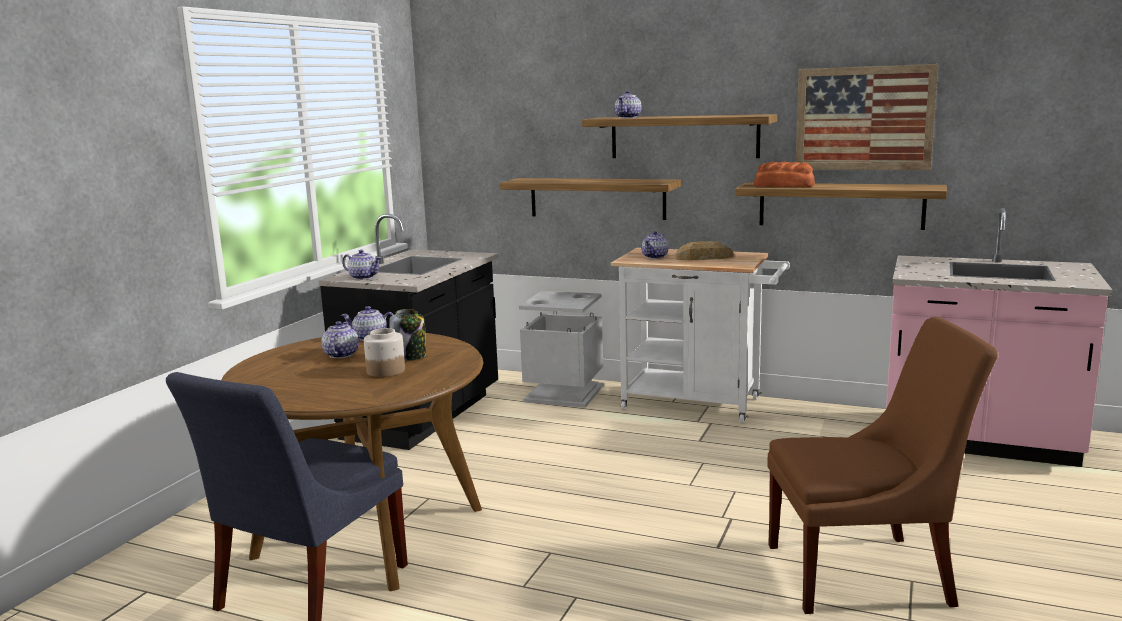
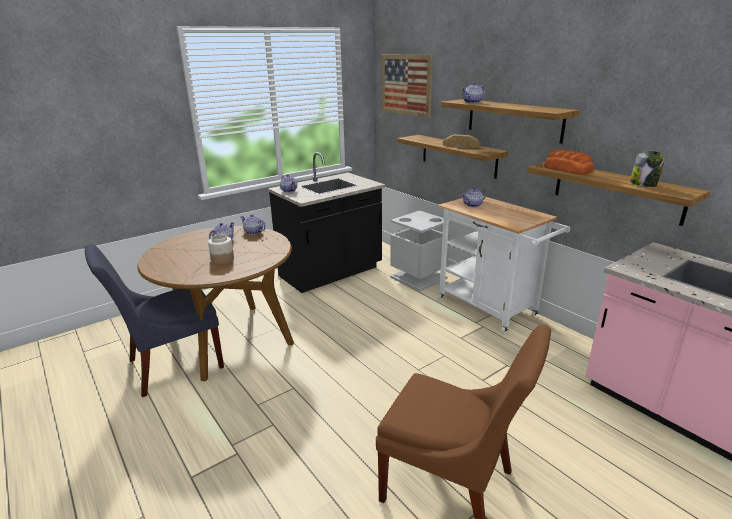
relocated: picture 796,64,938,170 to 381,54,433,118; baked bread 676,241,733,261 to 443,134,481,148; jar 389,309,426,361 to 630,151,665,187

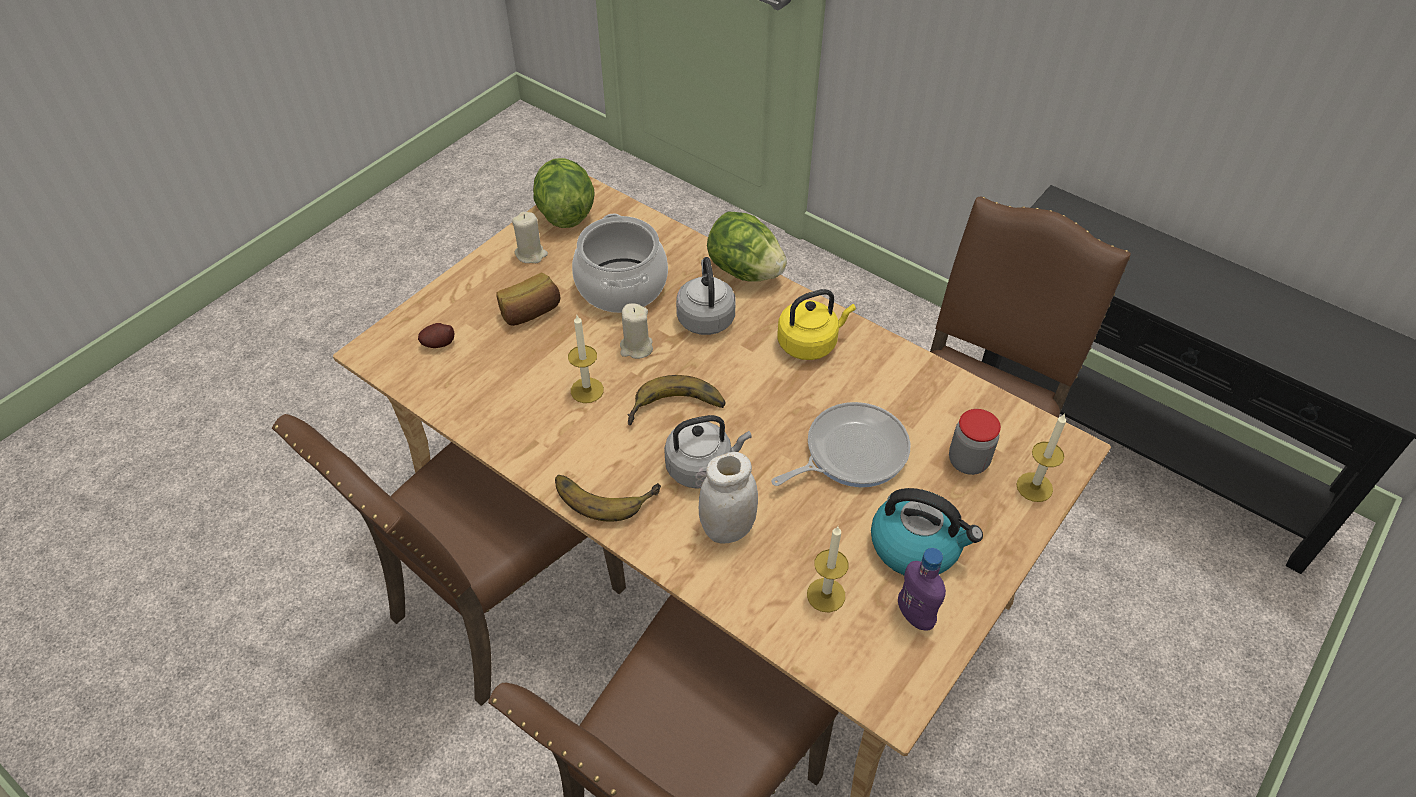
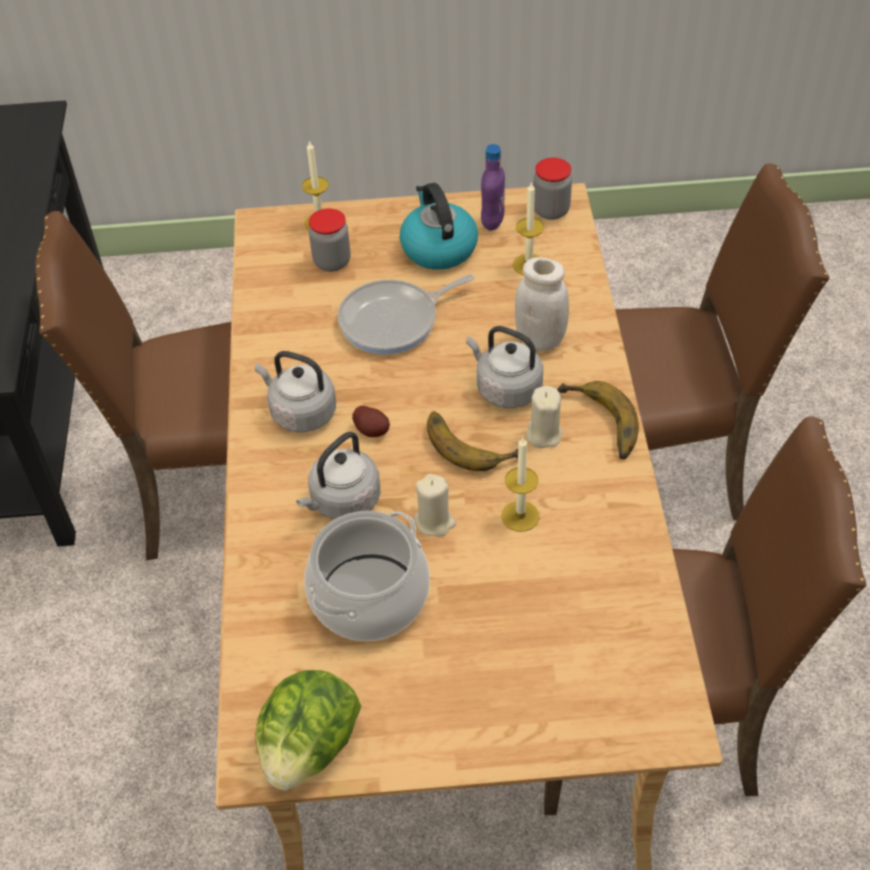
missing: lettuce 707,211,787,282; baked bread 496,273,560,326
appeared: jar 534,158,572,220
relocated: wax light (sand-coloured) 512,212,548,263 to 526,386,562,448; spud 418,323,454,348 to 352,406,390,437
colour: tea kettle (yellow-coloured) 777,289,856,360 to tea kettle (greyish) 255,351,336,432
spun: pan 771,402,910,488 = 338,274,474,355 45 degrees counterclockwise

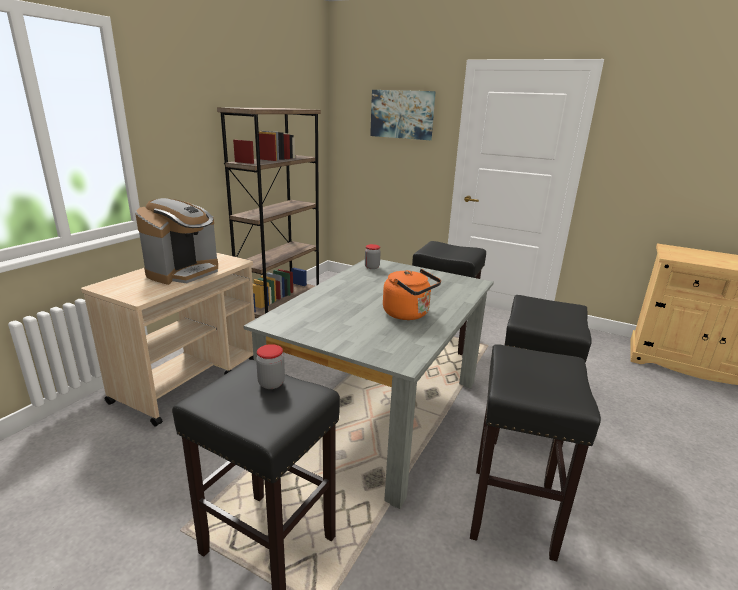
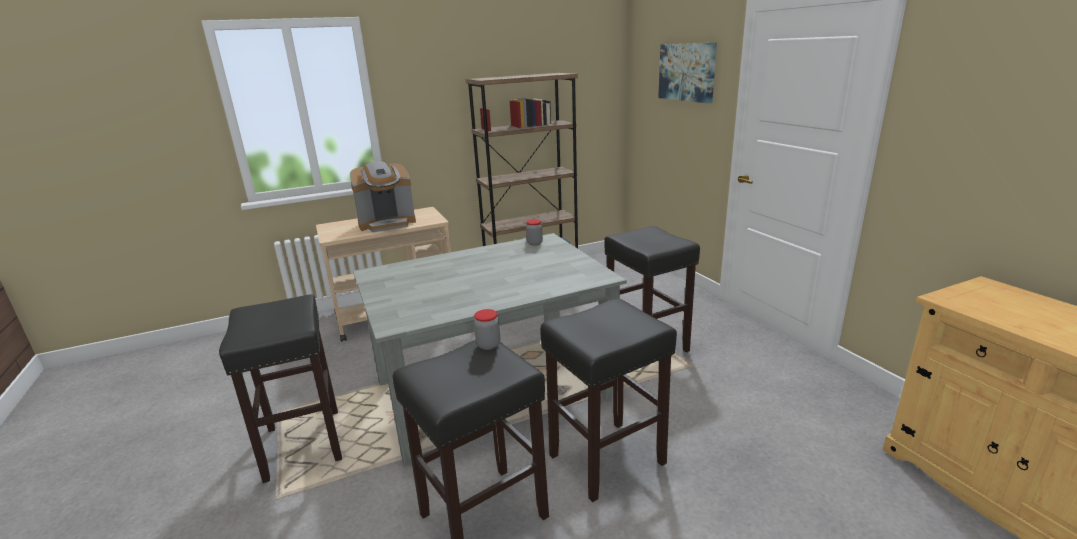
missing: tea kettle (orange-coloured) 383,269,441,320
relocated: jar 256,344,285,389 to 474,309,500,350

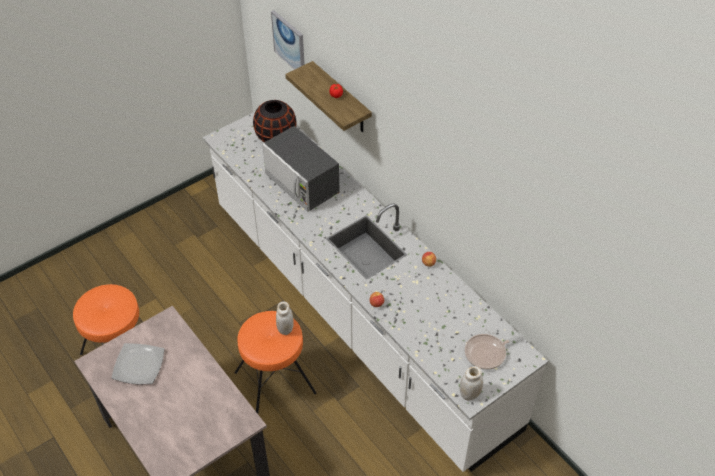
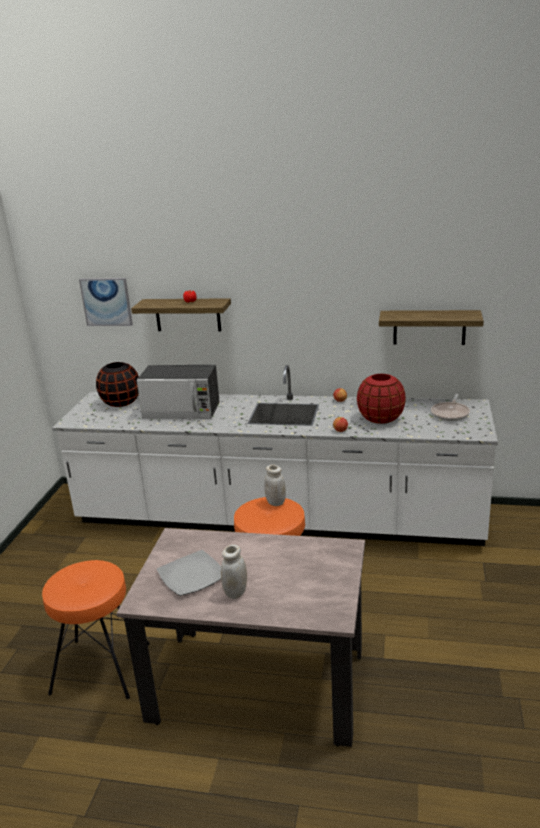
appeared: shelf 379,310,484,345; decorative vase (red-coloured) 357,374,406,424
relocated: jar (whitish) 460,366,483,400 to 221,544,247,599

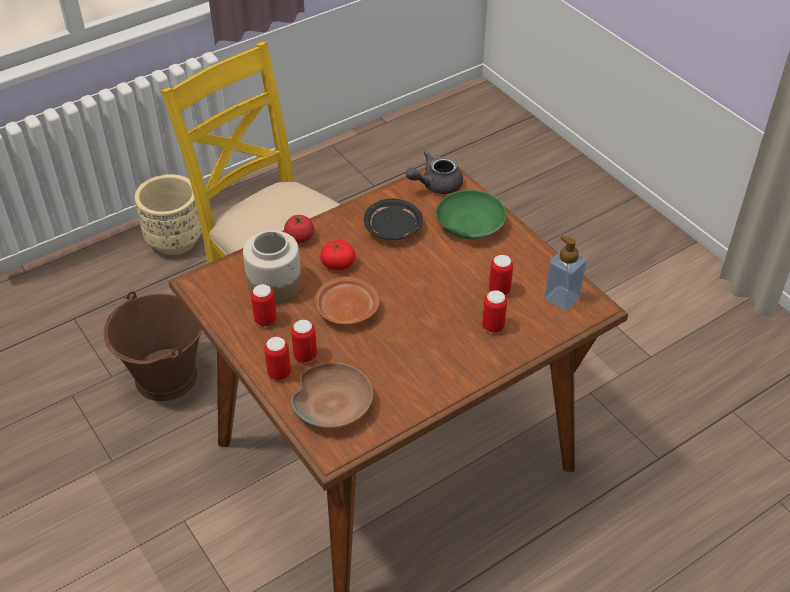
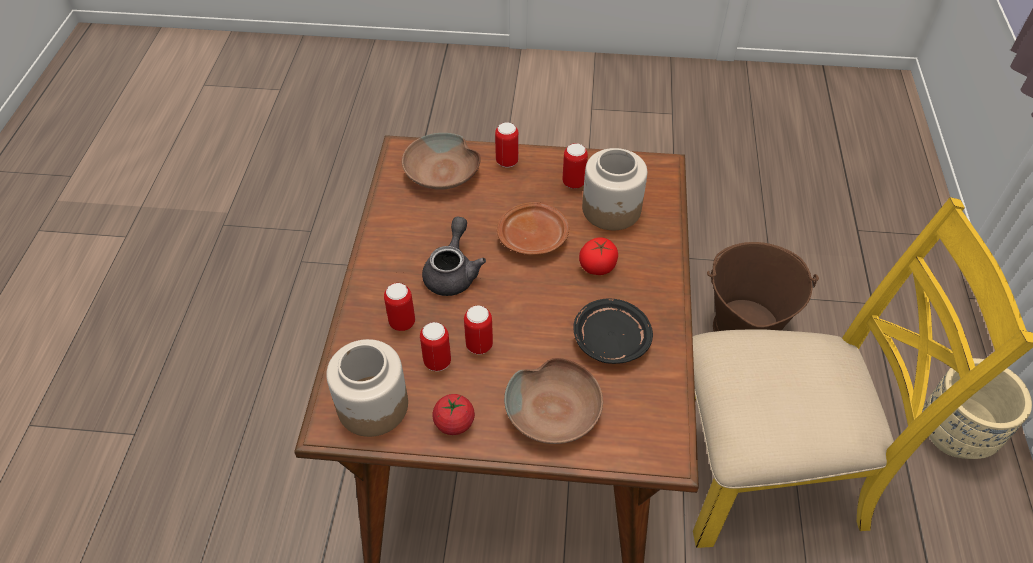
relocated: tea pot (greyish) 406,151,463,194 to 422,217,486,296; fresh tomato 284,215,314,243 to 433,394,475,435; can 291,320,317,363 to 464,305,493,355
exchanged: liquid soap bottle 544,235,587,311 to jar 326,339,408,437
colour: bowl (green) 436,190,506,240 to bowl (brown-coloured) 504,358,603,444

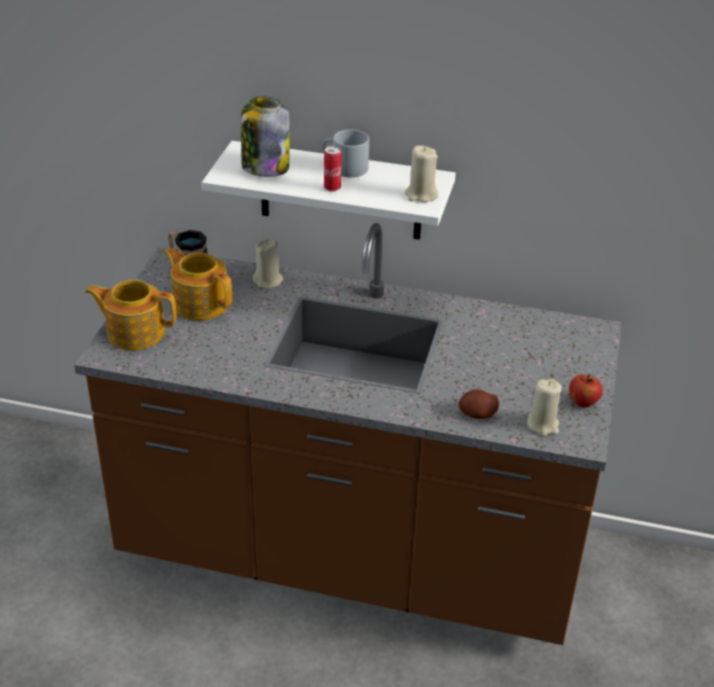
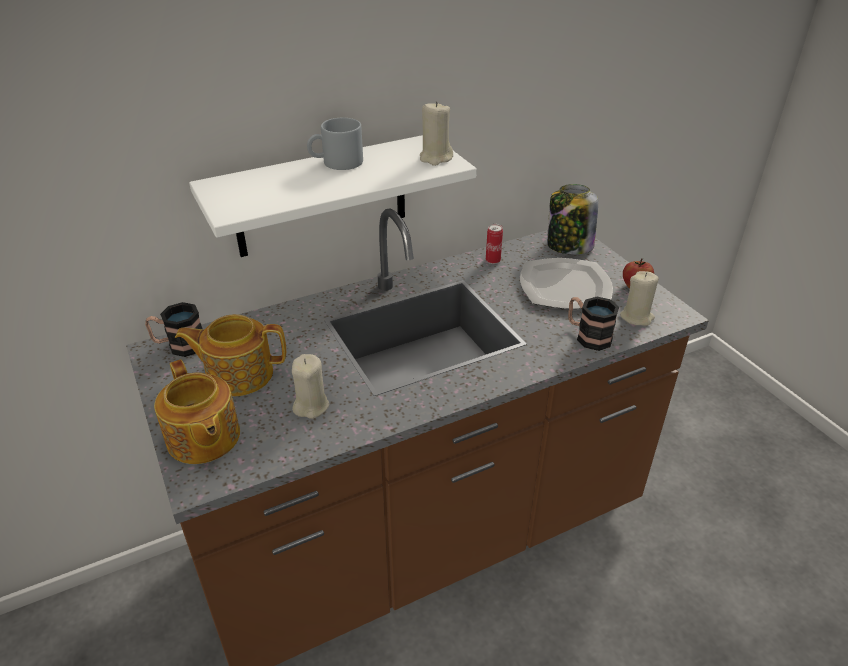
appeared: plate 520,258,613,309
relocated: jar 241,96,290,177 to 547,184,598,254; can 324,146,341,192 to 486,224,503,264; wax light (sand-coloured) 253,238,283,288 to 292,354,330,419
exchanged: spud 458,389,499,419 to mug 568,297,619,351
spun: tea pot 85,280,177,350 = 154,359,240,464 90 degrees counterclockwise

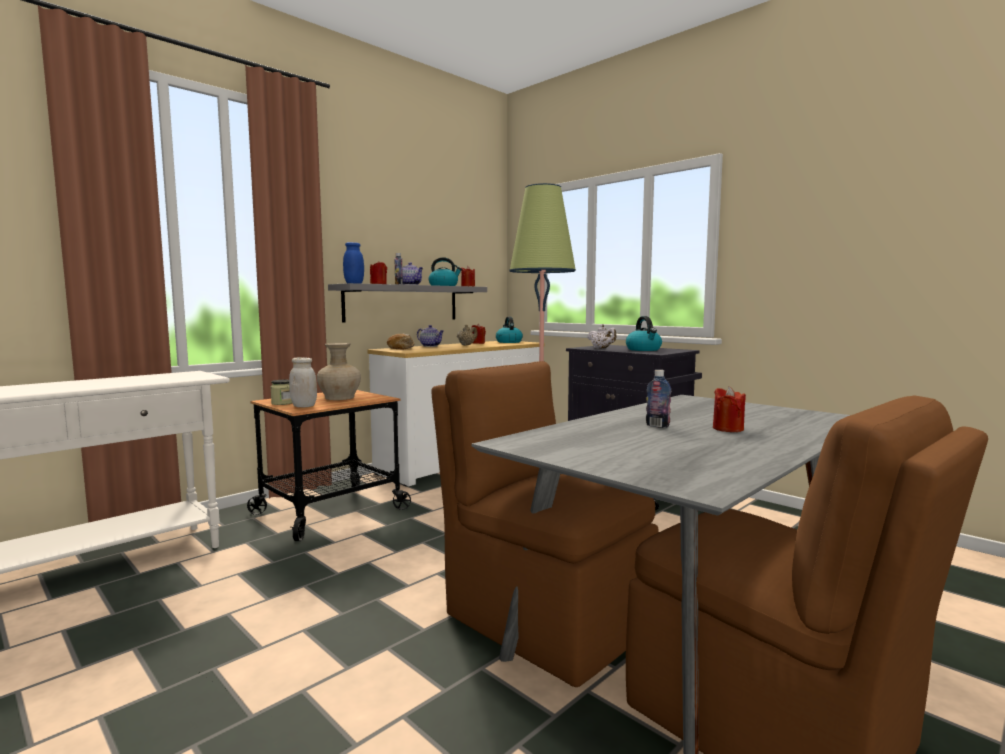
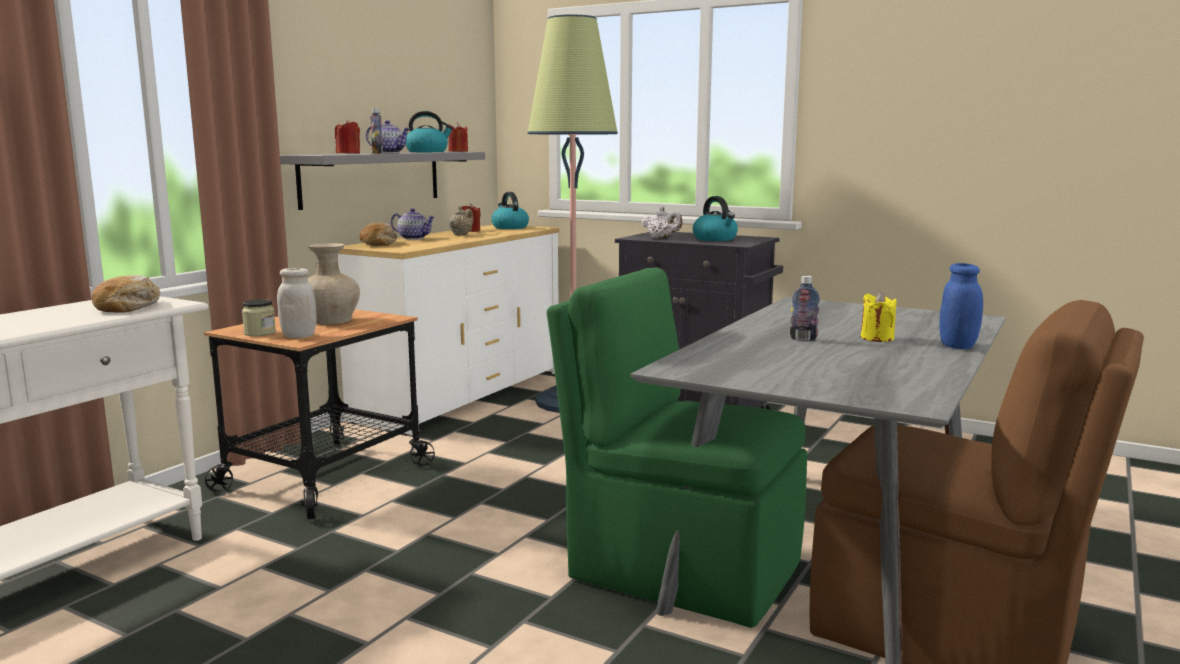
appeared: baked bread 91,275,160,313
relocated: jar (blue) 343,242,364,284 to 939,263,983,349
colour: upright chair (brown-coloured) 431,361,658,687 to upright chair (green) 547,268,807,628; wax light (red-coloured) 713,387,746,432 to wax light (yellow-coloured) 861,292,896,342

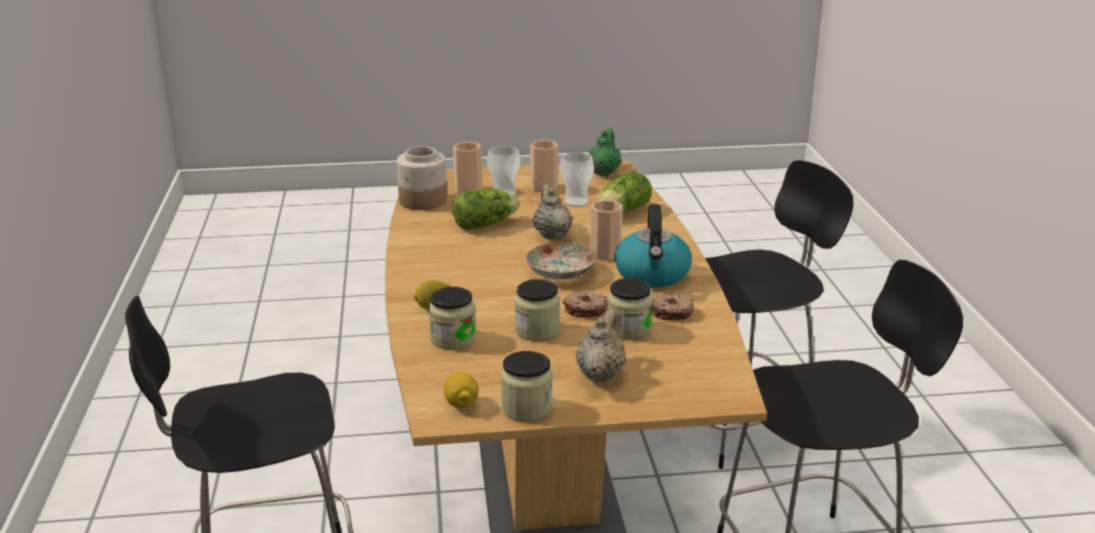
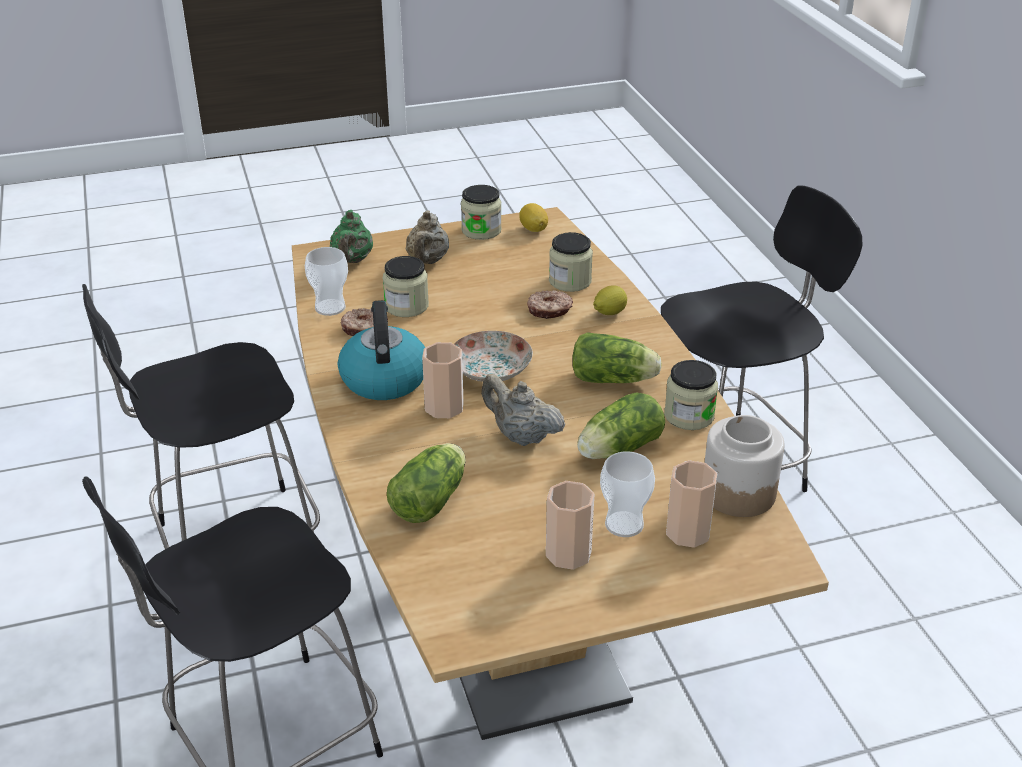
appeared: lettuce 573,332,662,383
relocated: tea pot (green) 589,128,622,176 to 330,210,373,263; small cup 560,153,594,207 to 305,247,348,316; jar 514,279,560,341 to 664,360,718,430; donut 563,291,607,317 to 527,290,573,319
spun: tea pot (sand-coloured) 533,184,573,240 = 481,374,565,446 150 degrees clockwise

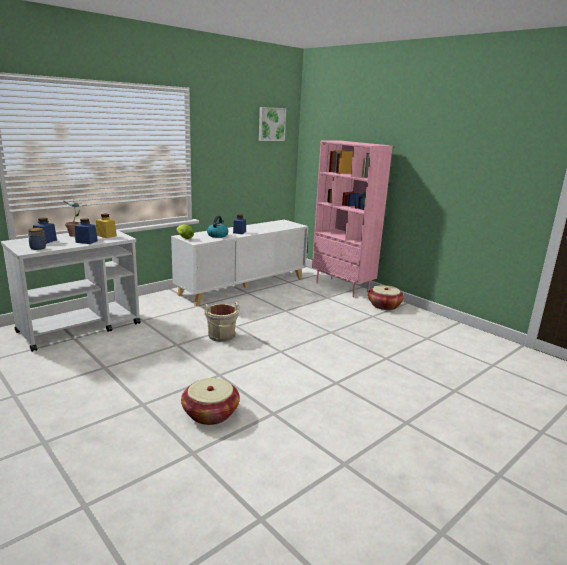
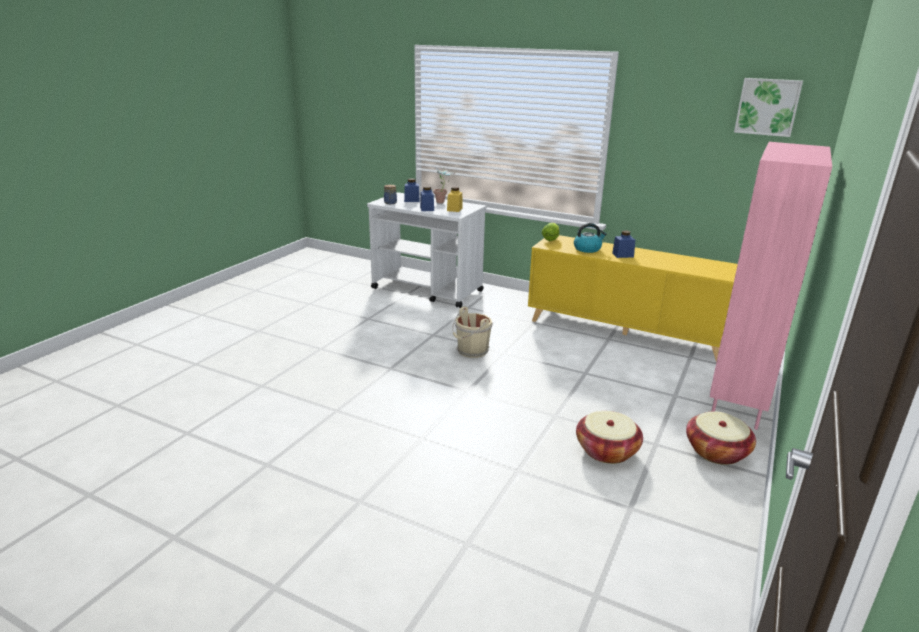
relocated: storage basket 181,378,240,425 to 576,411,643,464
colour: cabinet (whitish) 171,220,308,306 to cabinet (yellow-coloured) 528,235,738,362

